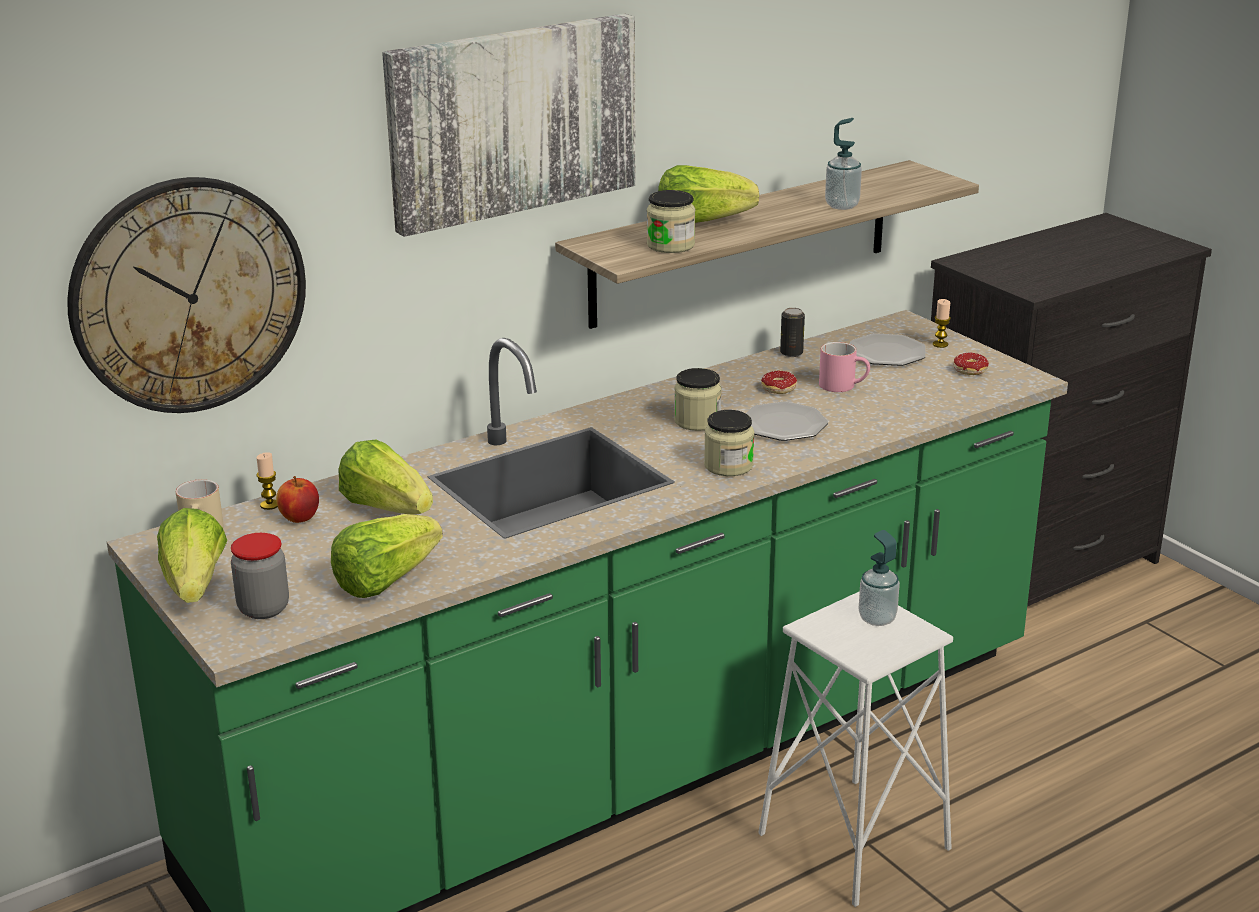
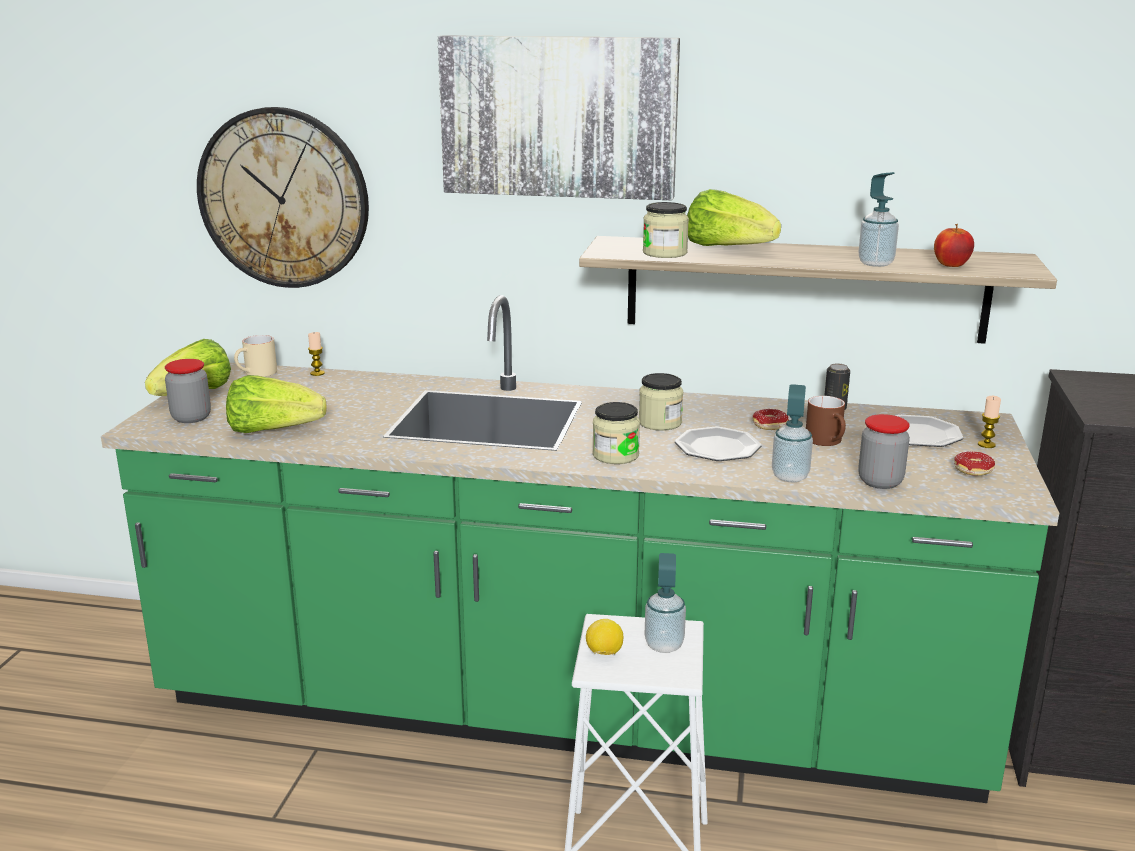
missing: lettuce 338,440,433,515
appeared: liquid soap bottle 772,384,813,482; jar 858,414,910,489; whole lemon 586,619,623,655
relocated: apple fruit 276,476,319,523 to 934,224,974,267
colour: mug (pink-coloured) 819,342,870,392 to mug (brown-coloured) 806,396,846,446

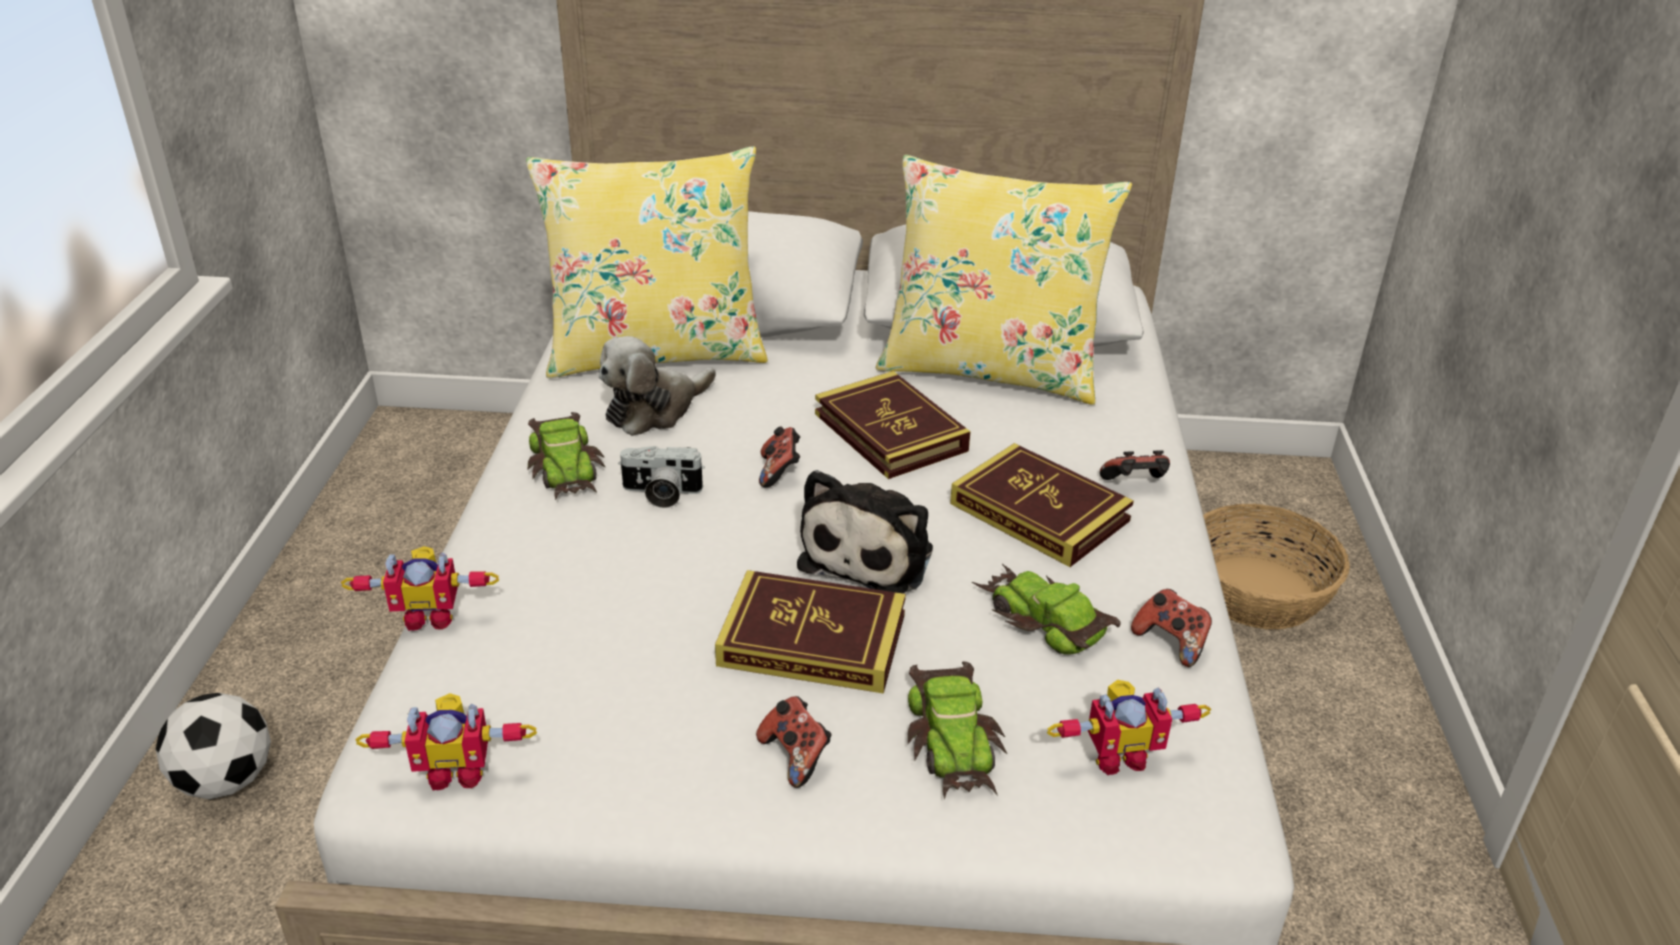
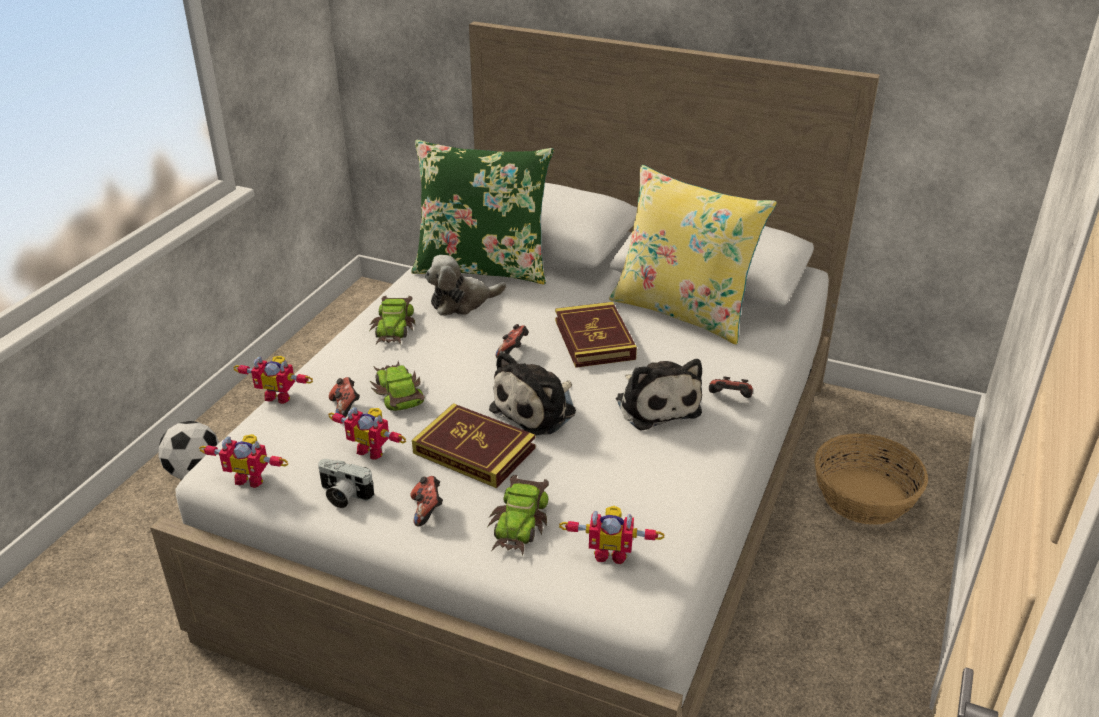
appeared: toy robot 328,407,407,460
relocated: photo camera 618,446,705,508 to 318,459,374,508; toy car 972,564,1120,655 to 370,361,425,411; game controller 1131,589,1212,667 to 329,377,360,418
exchanged: bound book 950,443,1134,567 to soft toy 616,359,702,430
colour: cushion (yellow-coloured) 526,146,768,378 to cushion (green) 411,140,554,284

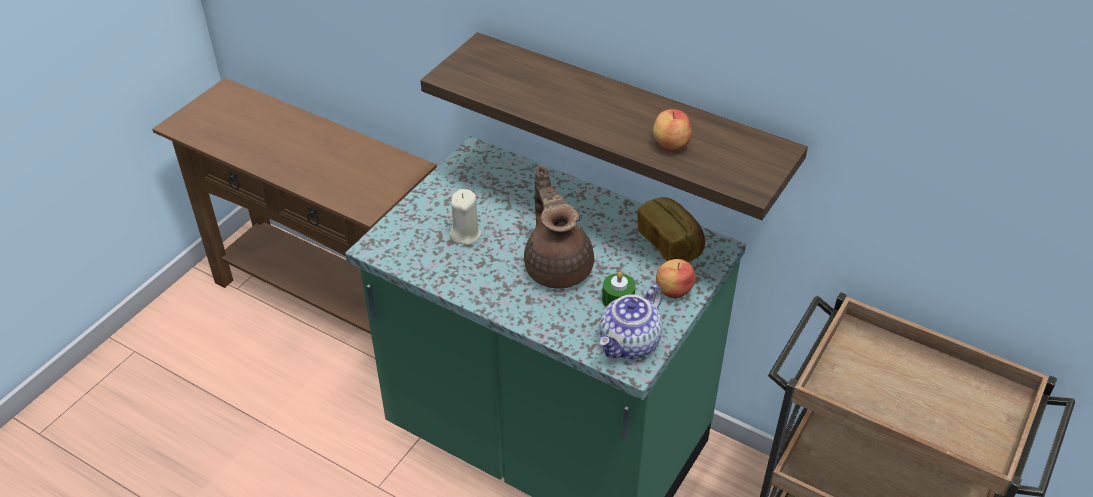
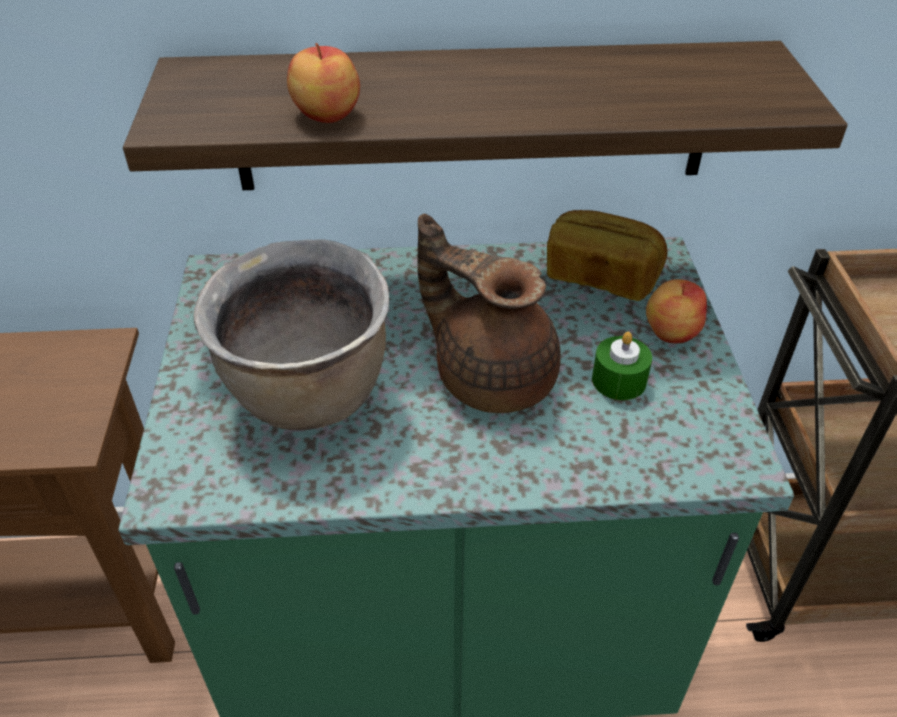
missing: tea pot 599,285,662,359
relocated: apple fruit 653,109,692,152 to 287,43,360,123
exchanged: wax light (sand-coloured) 449,189,482,245 to saucepot (brown-coloured) 193,239,389,430

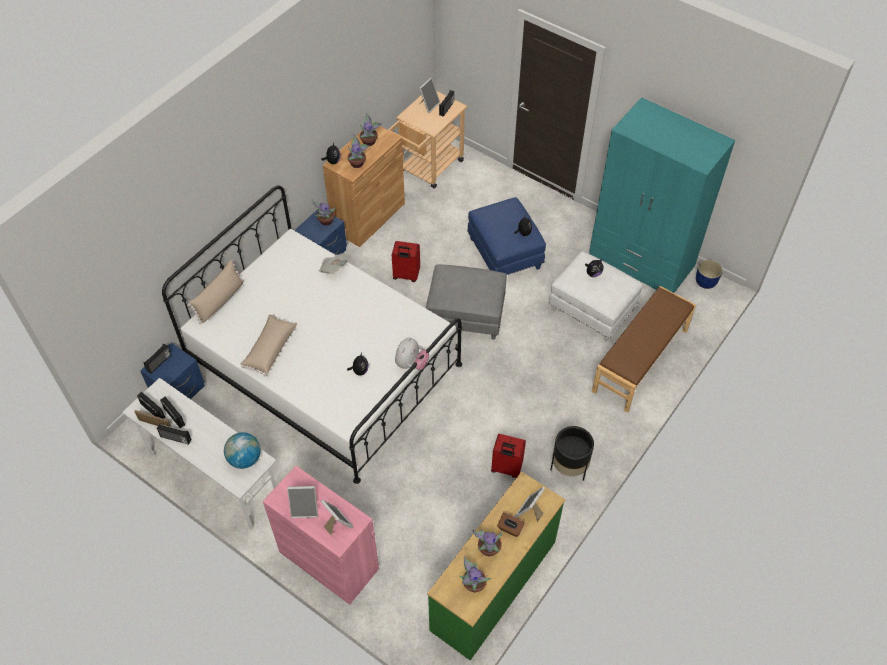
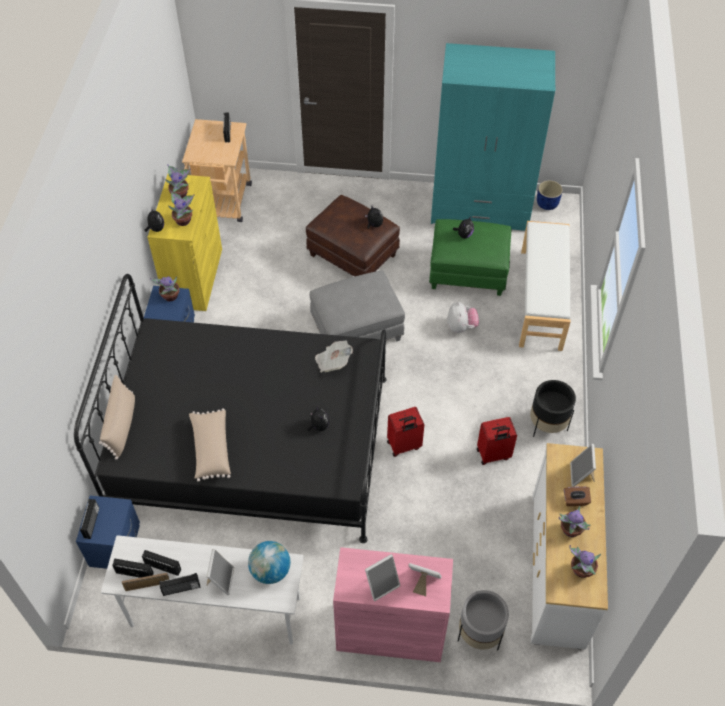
appeared: flower pot (greyish) 458,590,509,650
relocated: photo frame 419,77,440,113 to 207,549,234,595; suitcase (red-coloured) 392,241,420,282 to 387,407,424,457; newspaper 319,253,349,274 to 315,340,353,373; soft toy 395,338,429,370 to 447,302,479,333
colour: cabinet (brown-coloured) 323,122,405,247 to cabinet (yellow-coloured) 148,174,222,311; bedroom bed (whitish) 162,185,462,484 to bedroom bed (black-coloured) 74,274,387,543; pouffe (blue) 467,197,546,275 to pouffe (brown-coloured) 306,195,400,277; pouffe (whitish) 549,251,643,342 to pouffe (green) 429,219,511,296; indoor bench (brown-coloured) 592,286,696,413 to indoor bench (whitish) 519,221,571,351; dresser (green) 427,472,565,661 to dresser (whitish) 531,443,608,650

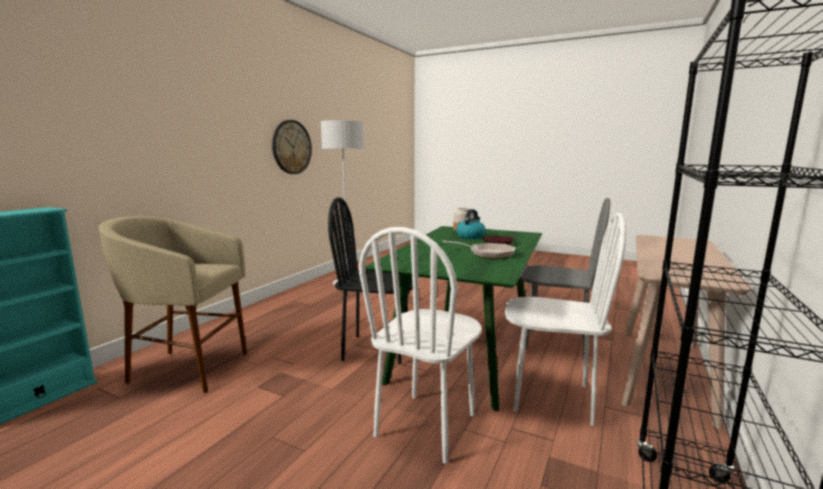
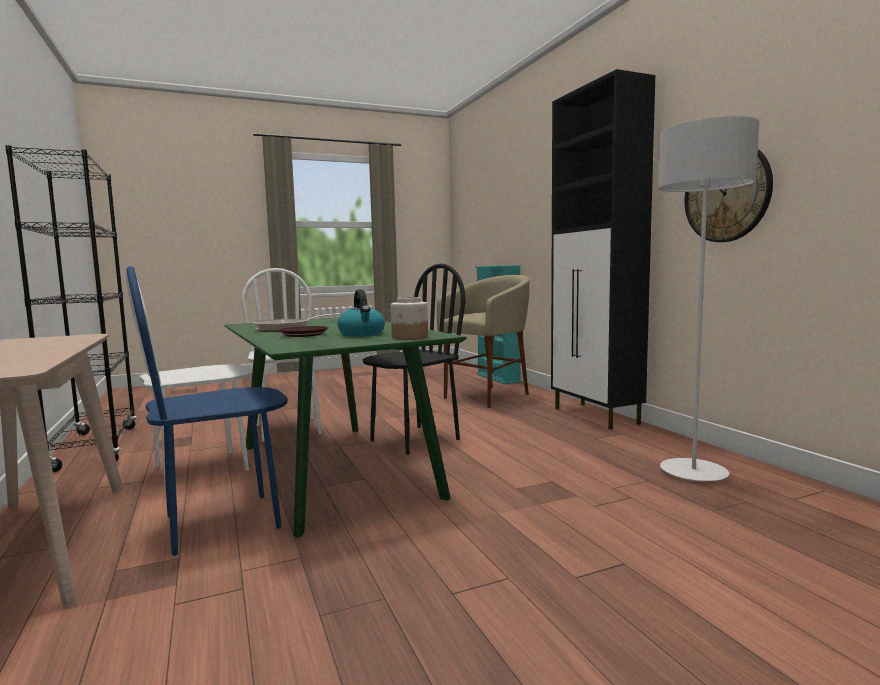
appeared: cabinet (black-coloured) 551,69,655,430
colour: upright chair (greyish) 520,198,610,360 to upright chair (blue) 126,266,288,556

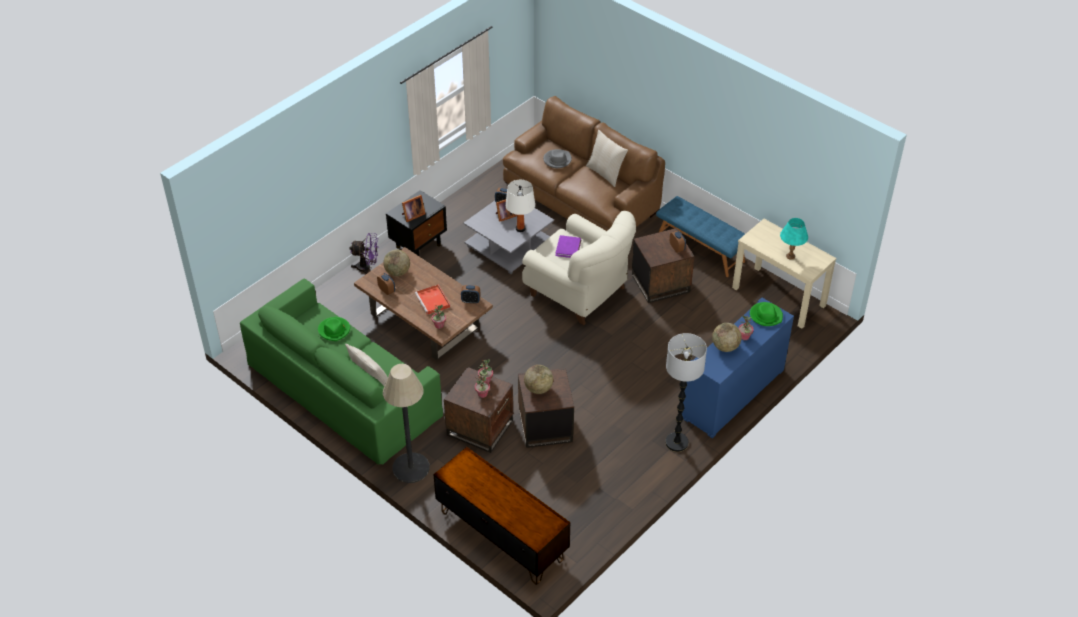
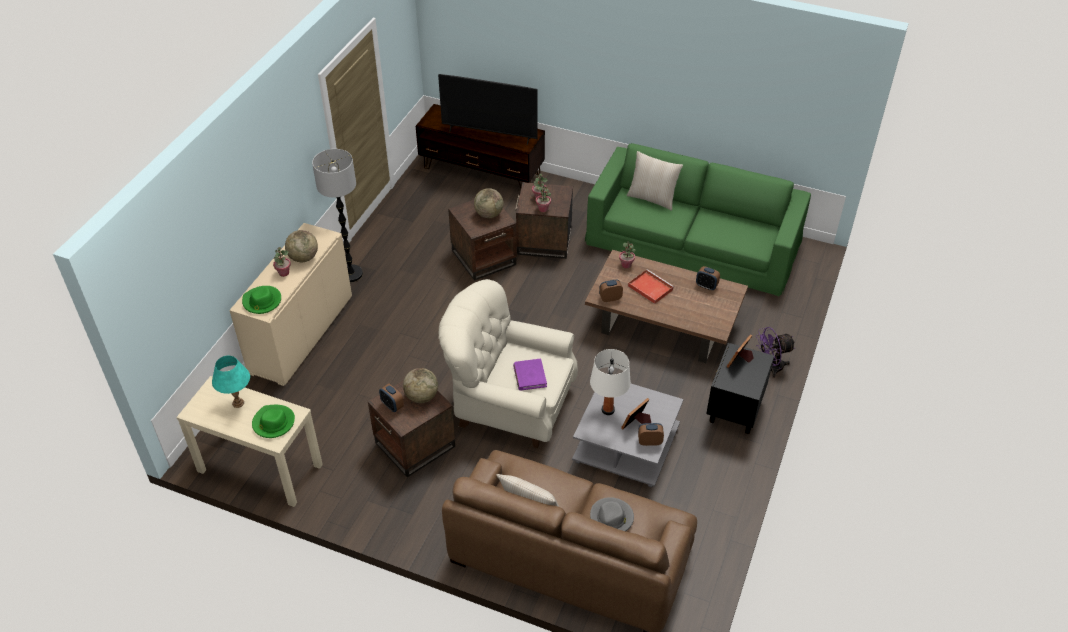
missing: indoor bench (blue) 656,196,745,277; standard lamp 383,364,430,483
appeared: TV 438,74,538,145
relocated: world globe 383,250,410,276 to 403,368,438,403; wearable hat (green) 318,317,350,341 to 252,405,295,438
colour: cabinet (blue) 682,297,794,438 to cabinet (sand-coloured) 229,223,352,386

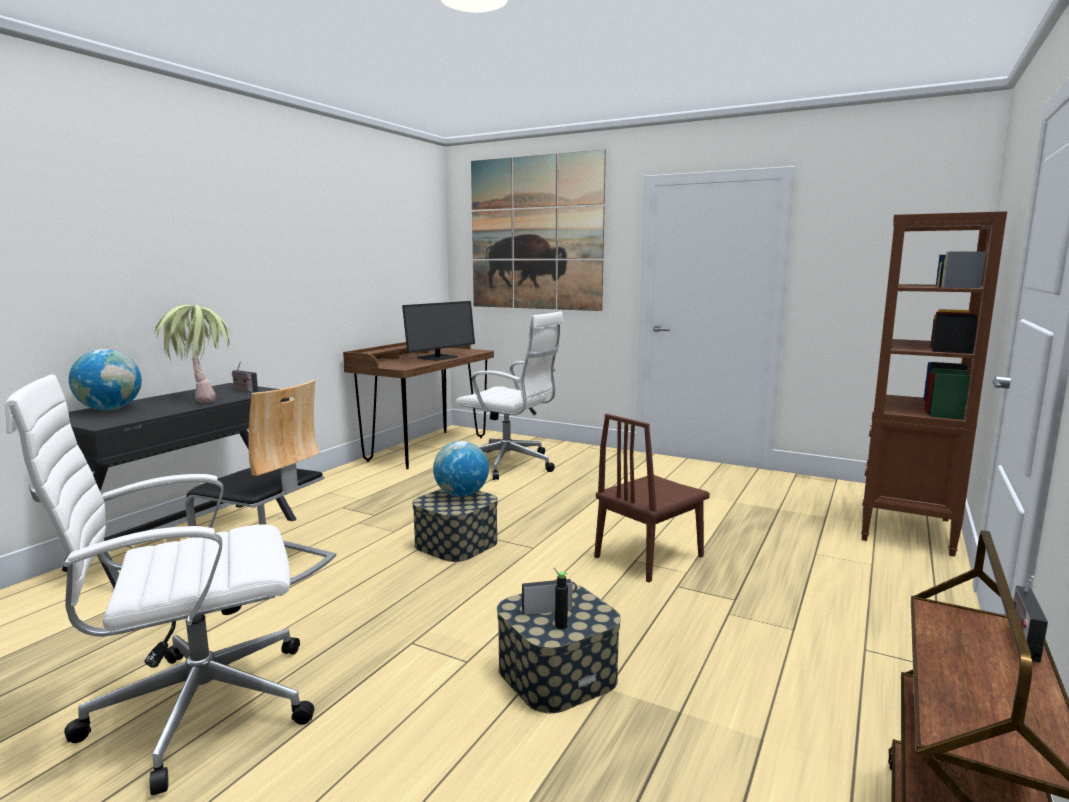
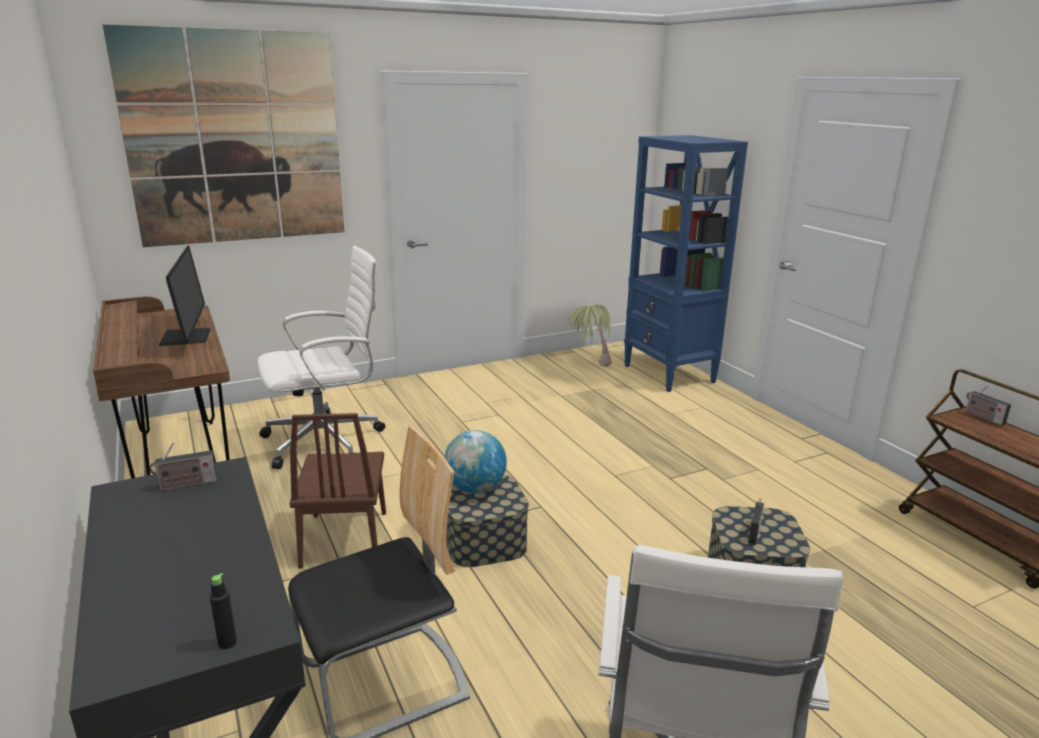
missing: world globe 69,349,142,410
relocated: houseplant 155,305,231,403 to 569,304,612,367; upright chair (brown-coloured) 594,414,710,582 to 290,413,386,569; beverage bottle (black-coloured) 555,572,568,629 to 210,573,237,649
colour: bookshelf (brown-coloured) 861,211,1007,557 to bookshelf (blue) 624,135,748,392

